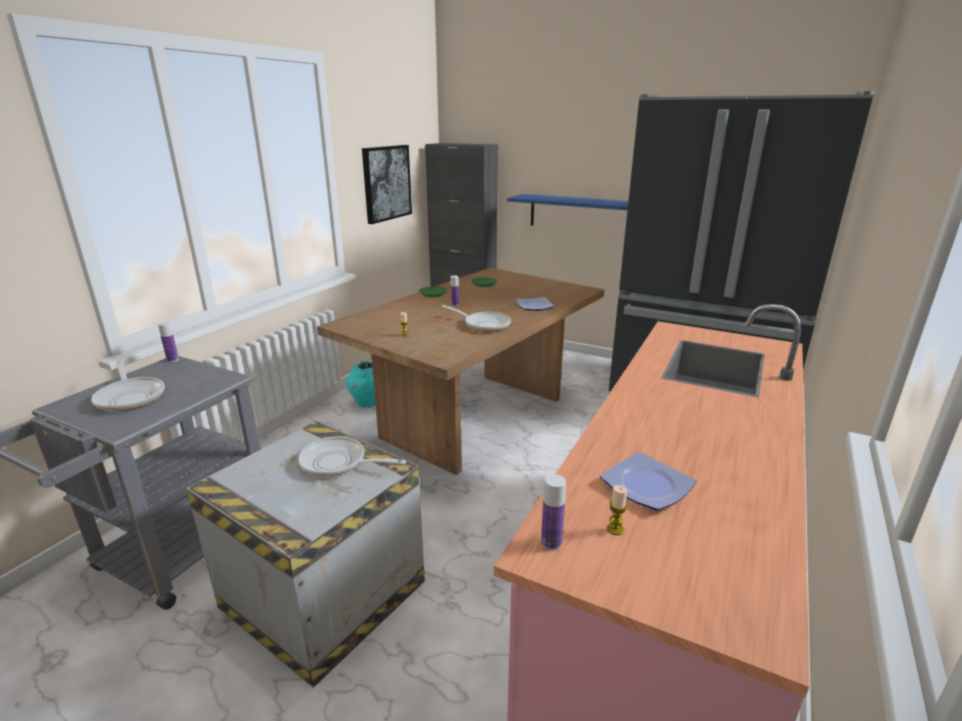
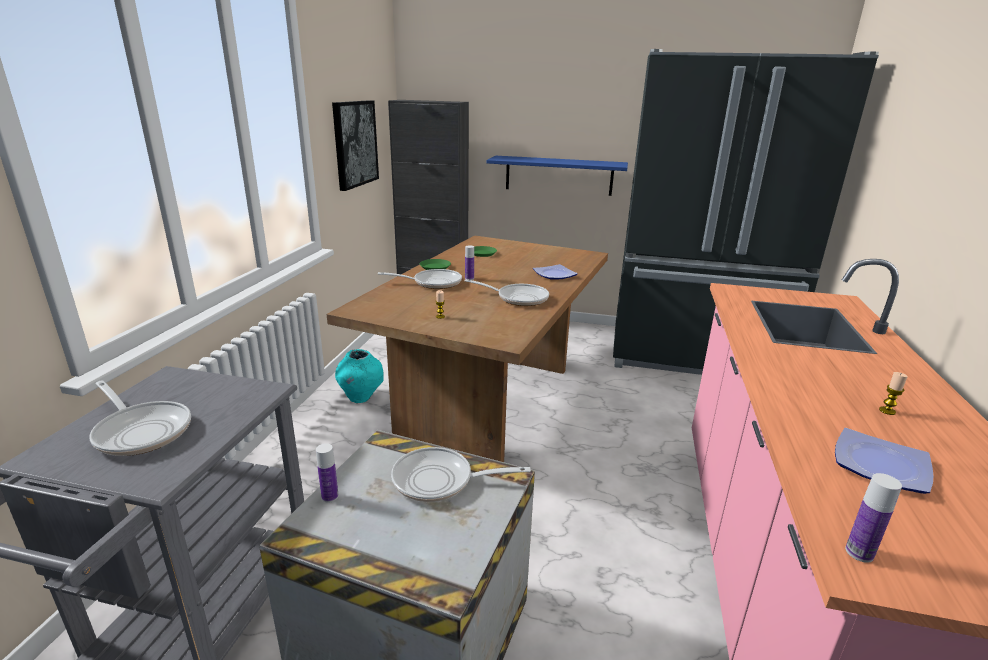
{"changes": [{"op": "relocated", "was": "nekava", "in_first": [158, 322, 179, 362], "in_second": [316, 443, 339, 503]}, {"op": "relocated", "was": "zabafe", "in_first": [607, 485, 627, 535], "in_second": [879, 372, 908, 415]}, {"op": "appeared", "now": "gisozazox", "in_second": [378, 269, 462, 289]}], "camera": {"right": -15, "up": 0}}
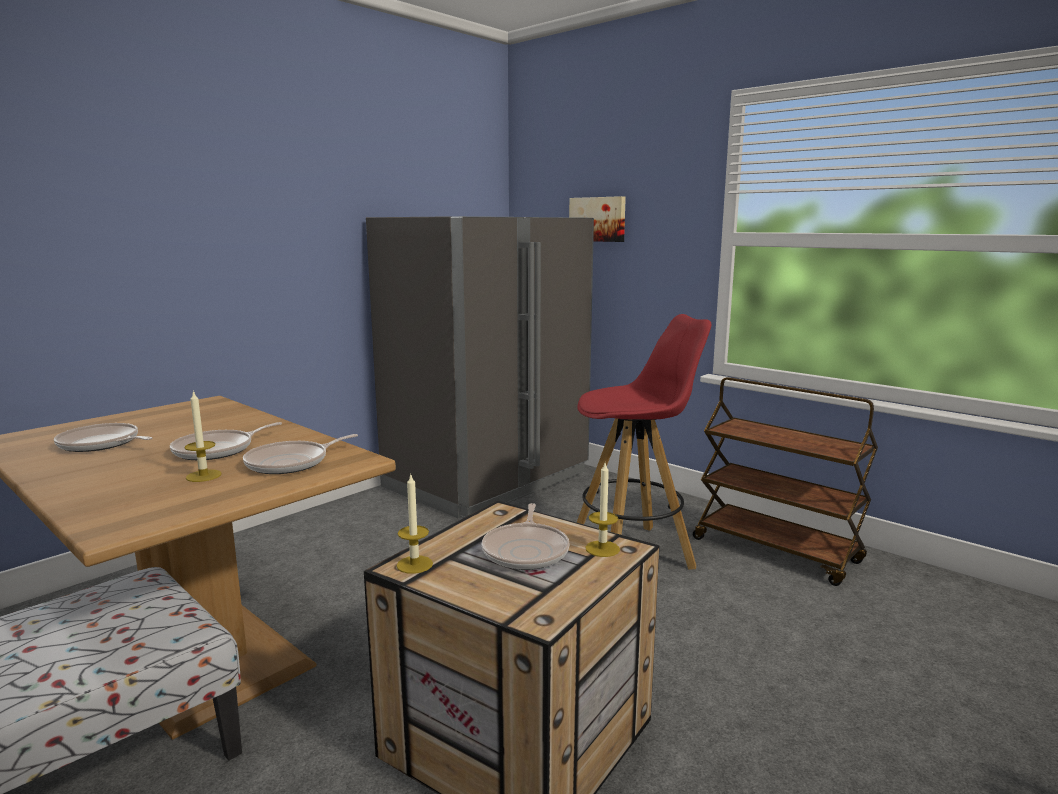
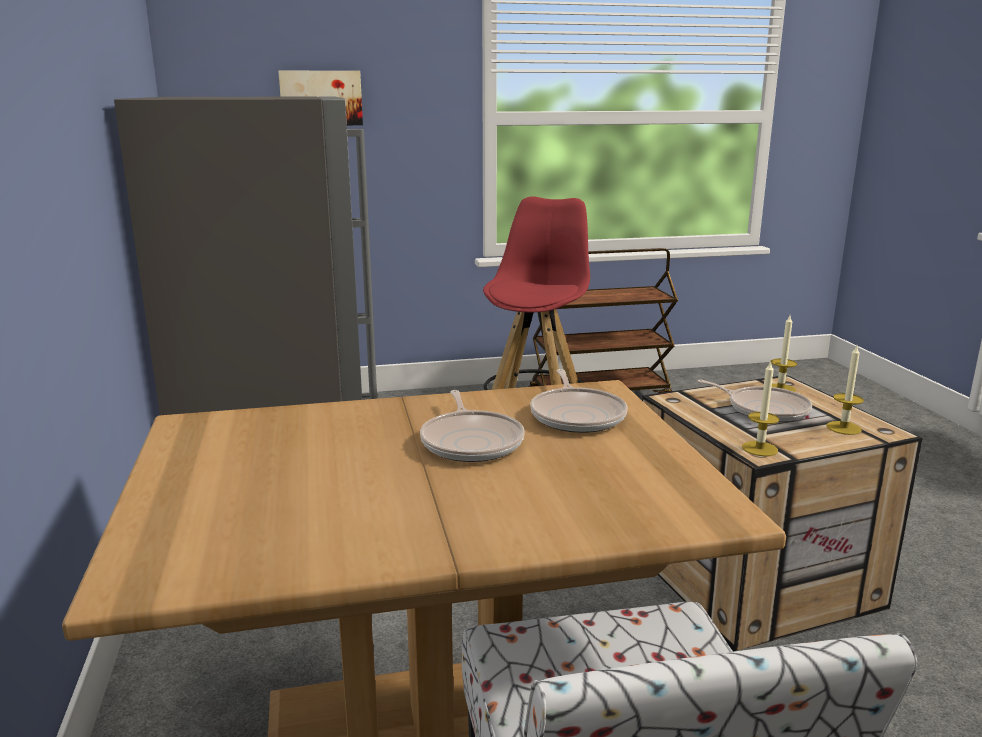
{"changes": [{"op": "missing", "was": "gisozazox", "in_first": [54, 423, 153, 452]}, {"op": "relocated", "was": "zabafe", "in_first": [185, 390, 221, 482], "in_second": [826, 346, 864, 435]}], "camera": {"right": -55, "up": 5}}
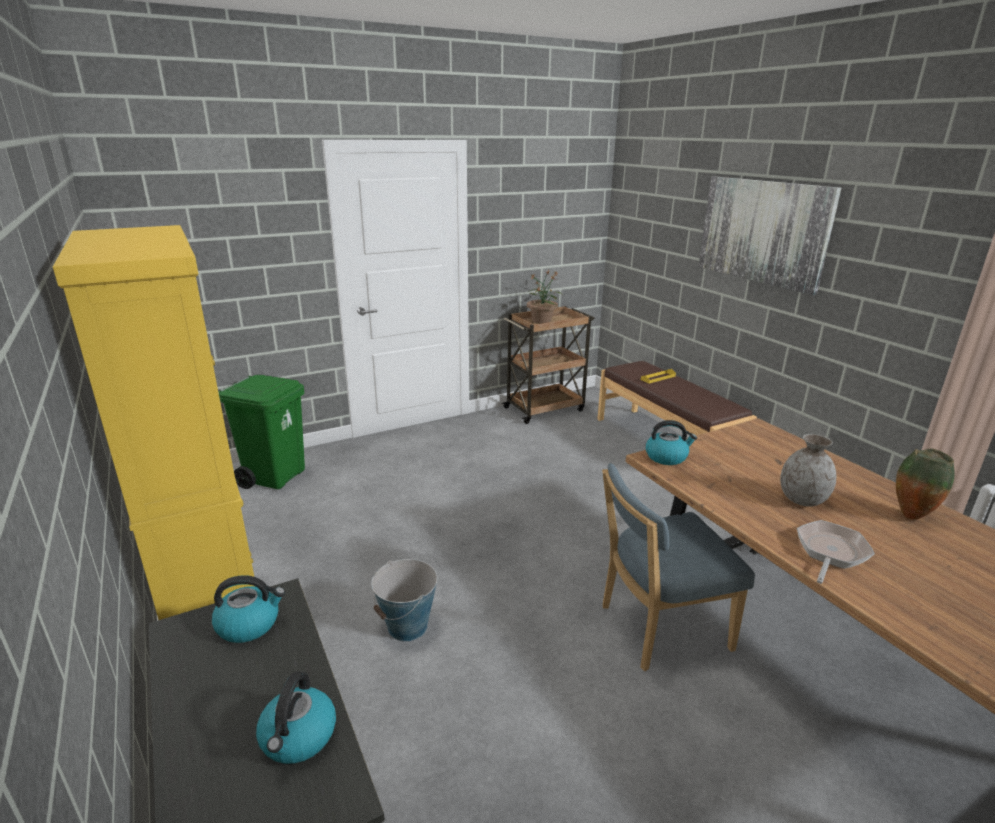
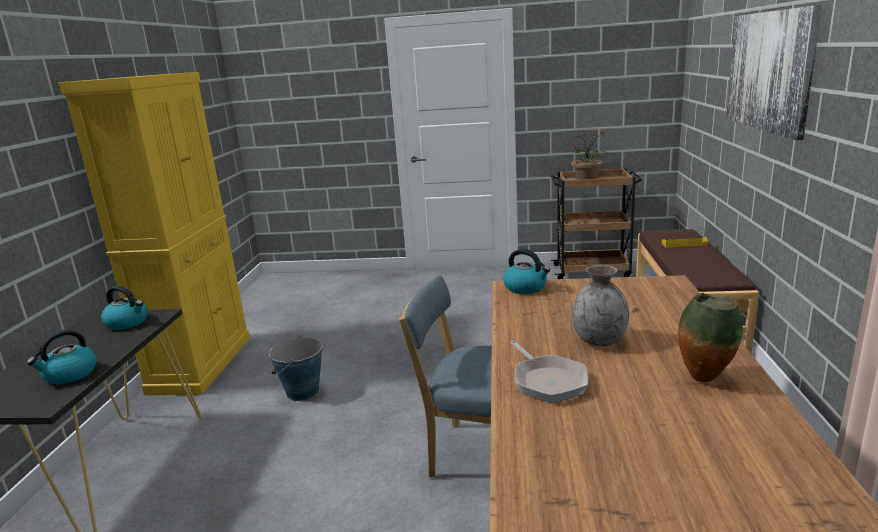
{"changes": [{"op": "missing", "was": "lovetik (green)", "in_first": [218, 375, 305, 489]}, {"op": "spun", "was": "gisozazox", "in_first": [797, 520, 875, 584], "in_second": [511, 341, 588, 403], "clockwise": 90}], "camera": {"right": 35, "up": -5}}
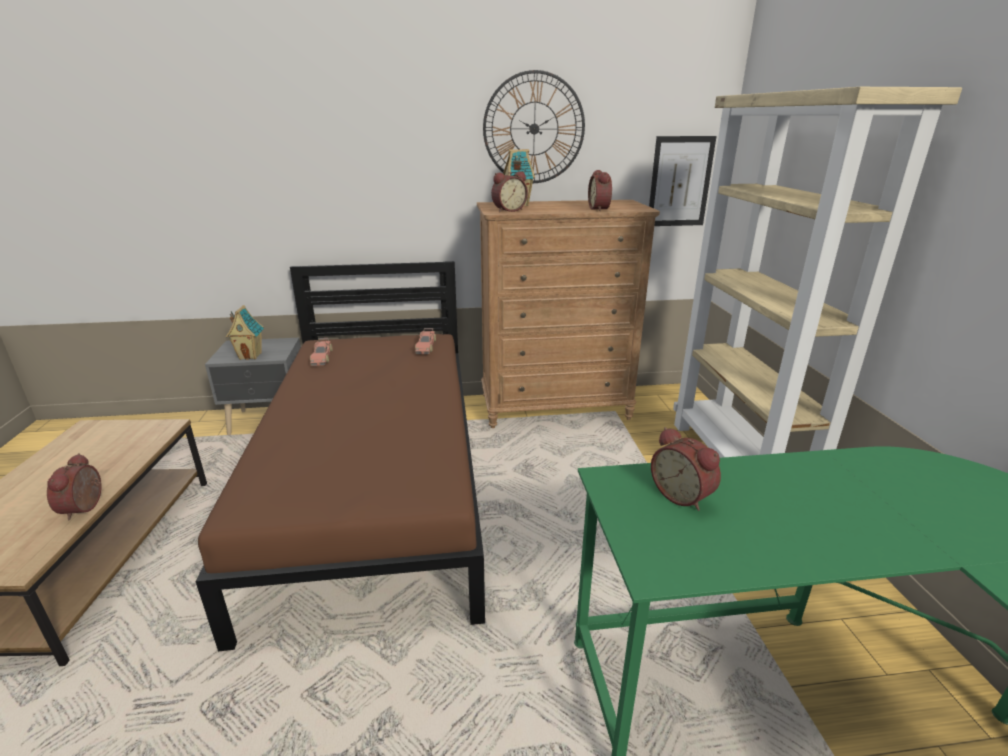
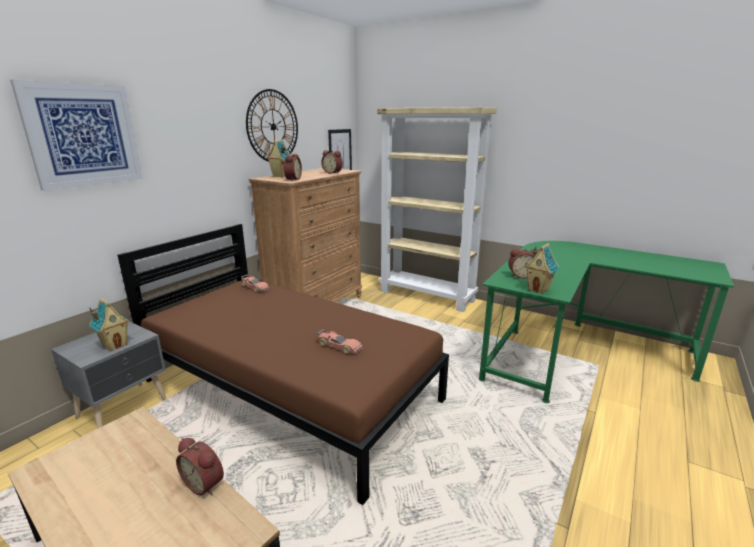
{"changes": [{"op": "relocated", "was": "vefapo", "in_first": [310, 338, 332, 366], "in_second": [317, 329, 363, 354]}, {"op": "appeared", "now": "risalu", "in_second": [10, 80, 143, 191]}, {"op": "appeared", "now": "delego", "in_second": [524, 243, 559, 294]}], "camera": {"right": -50, "up": -5}}
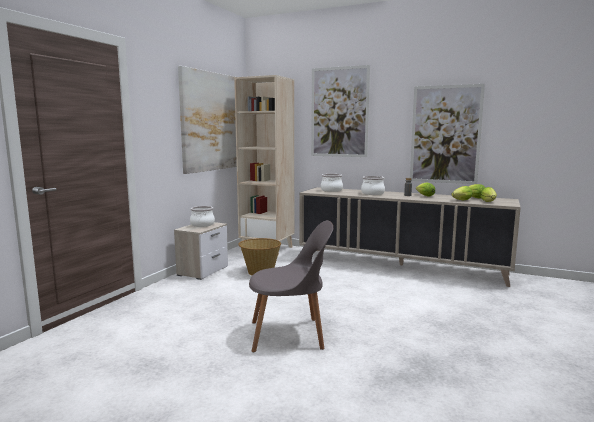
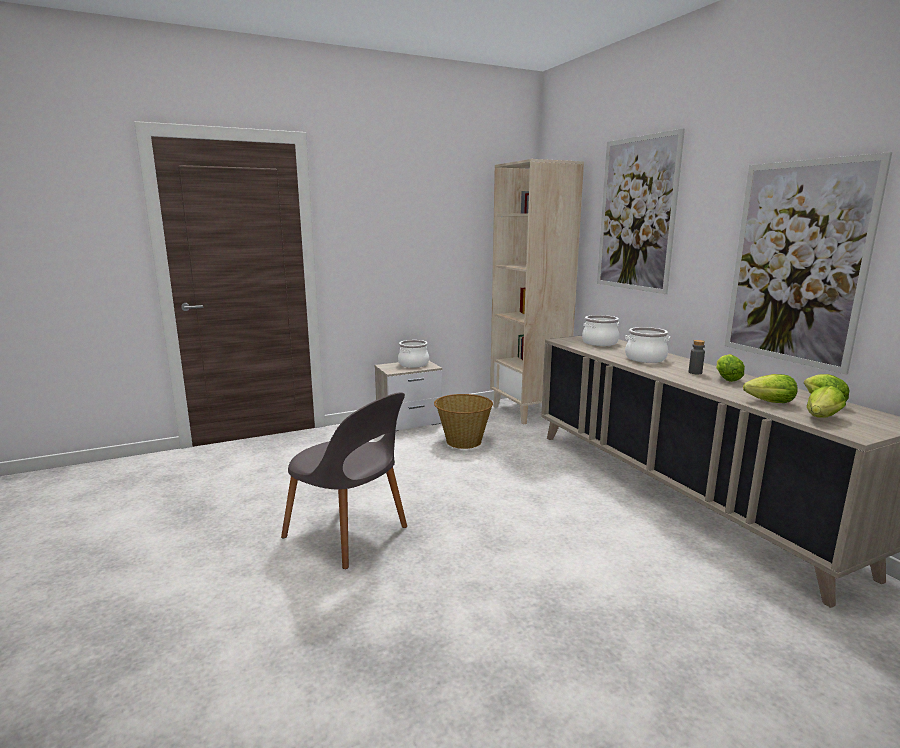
{"changes": [{"op": "missing", "was": "risalu", "in_first": [178, 66, 237, 174]}], "camera": {"right": 40, "up": 5}}
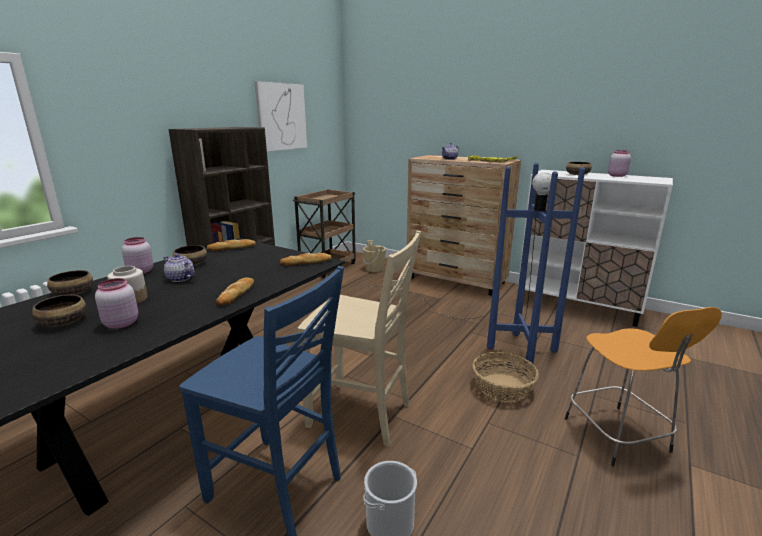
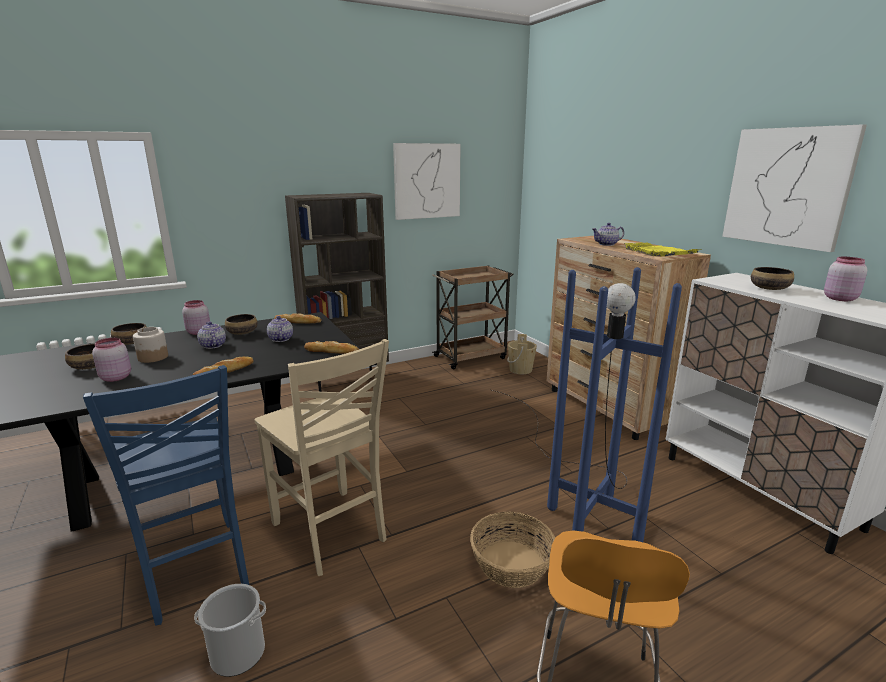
{"changes": [{"op": "appeared", "now": "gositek", "in_second": [267, 316, 293, 342]}, {"op": "appeared", "now": "risalu", "in_second": [722, 124, 867, 252]}], "camera": {"right": 30, "up": 0}}
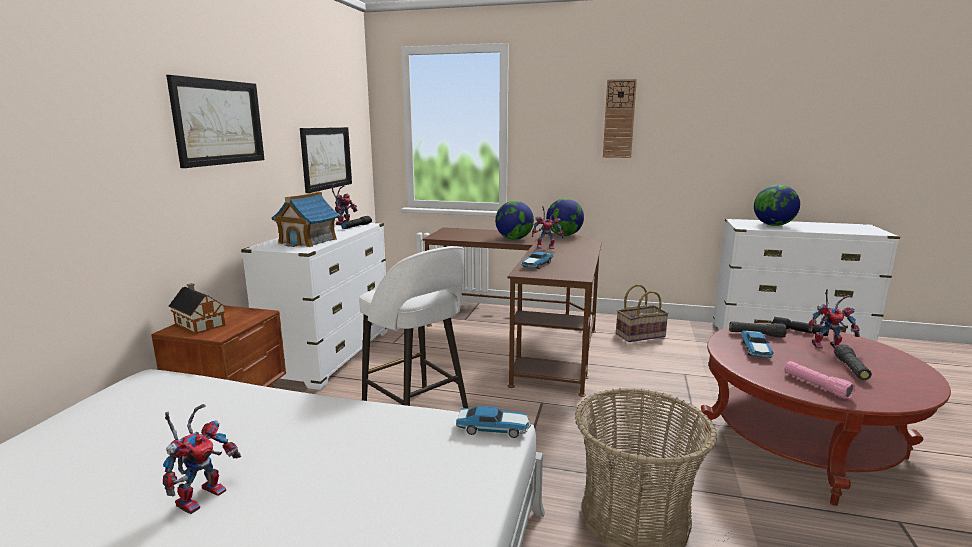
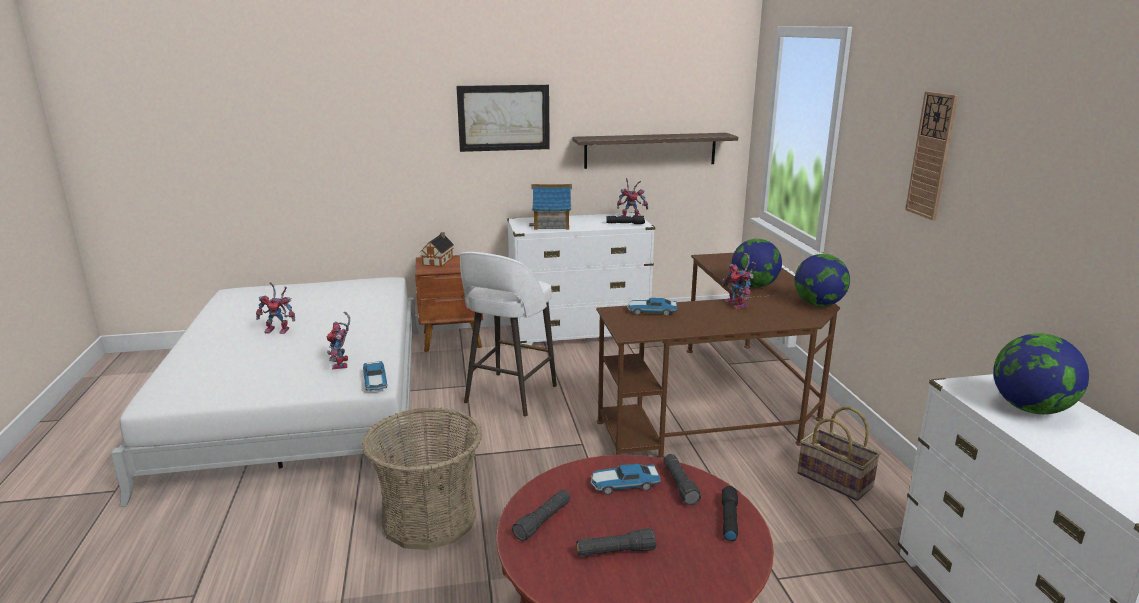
{"changes": [{"op": "exchanged", "was": "risalu", "now": "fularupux", "in_first": [300, 127, 352, 193], "in_second": [573, 133, 738, 169]}, {"op": "colour", "was": "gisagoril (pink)", "now": "gisagoril (black)", "in_first": [785, 361, 855, 399], "in_second": [512, 490, 570, 541]}, {"op": "relocated", "was": "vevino", "in_first": [808, 289, 860, 349], "in_second": [327, 312, 350, 369]}], "camera": {"right": 65, "up": 5}}
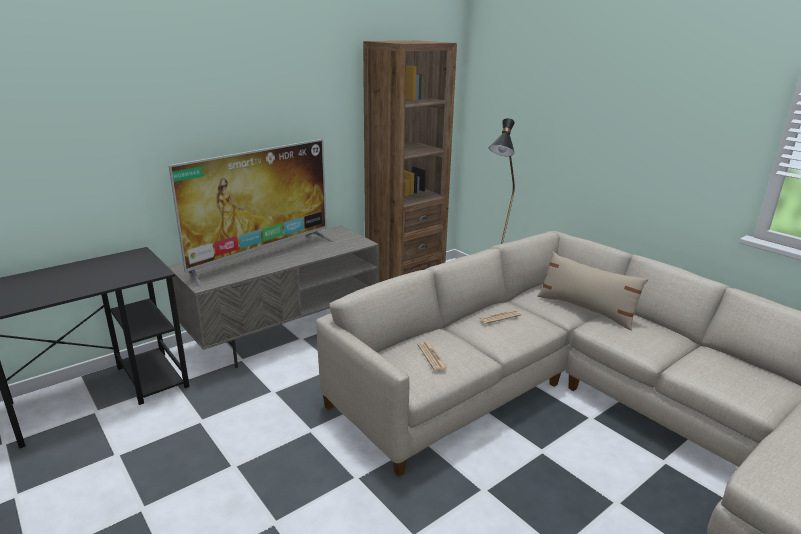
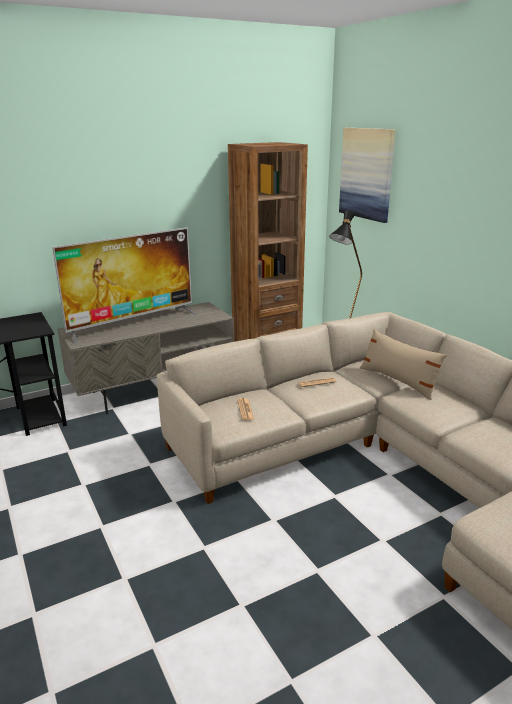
{"changes": [{"op": "appeared", "now": "risalu", "in_second": [339, 128, 396, 223]}], "camera": {"right": 10, "up": 0}}
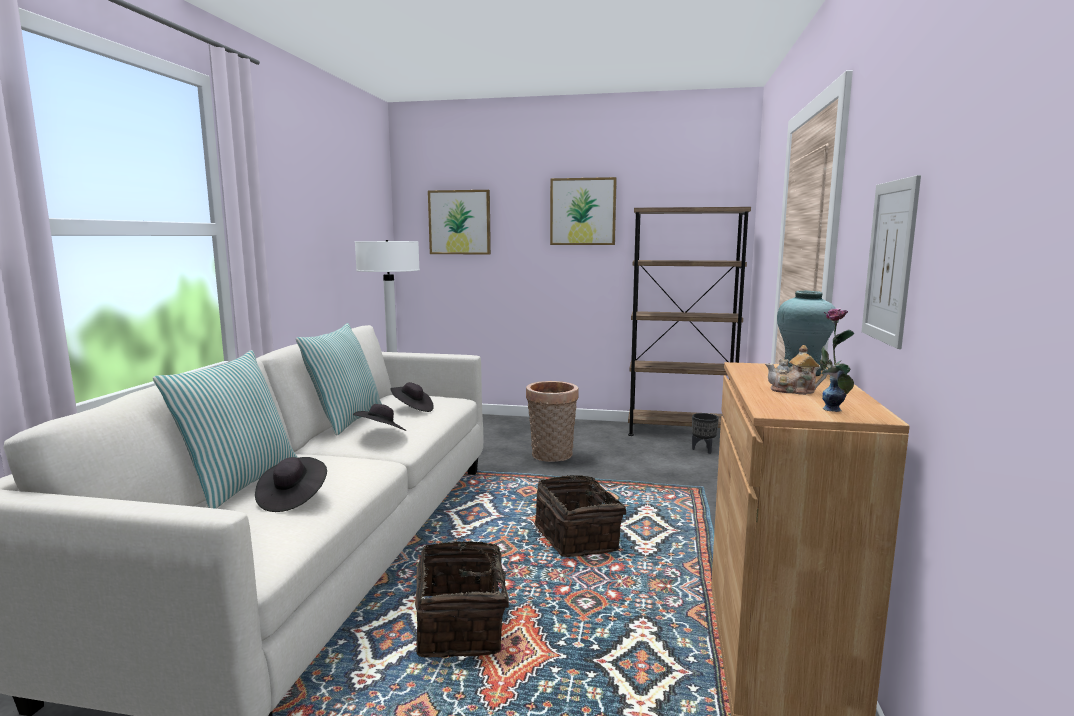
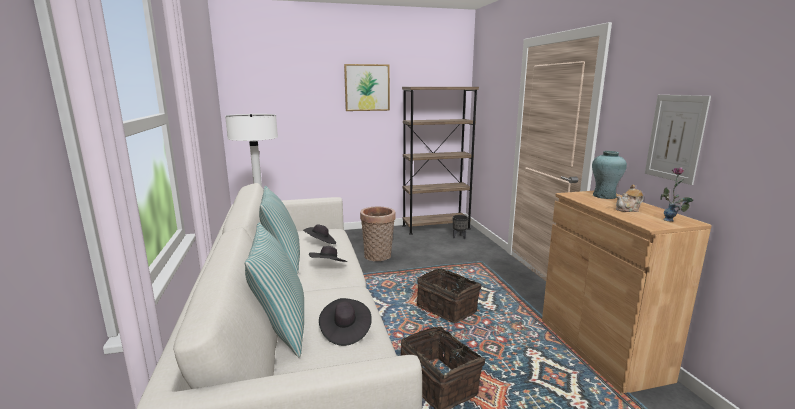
{"changes": [{"op": "missing", "was": "risalu", "in_first": [428, 190, 491, 255]}], "camera": {"right": -25, "up": 5}}
